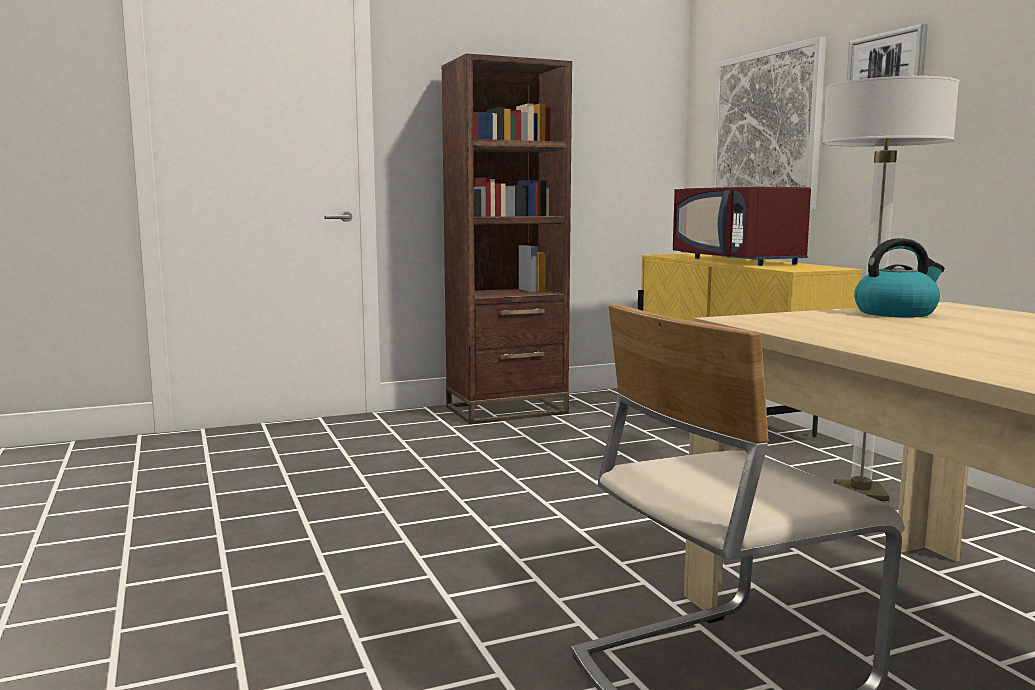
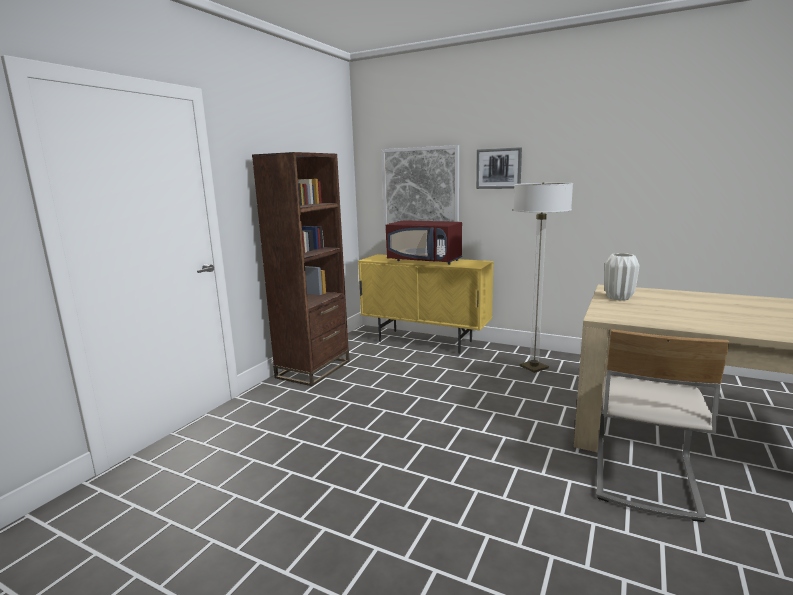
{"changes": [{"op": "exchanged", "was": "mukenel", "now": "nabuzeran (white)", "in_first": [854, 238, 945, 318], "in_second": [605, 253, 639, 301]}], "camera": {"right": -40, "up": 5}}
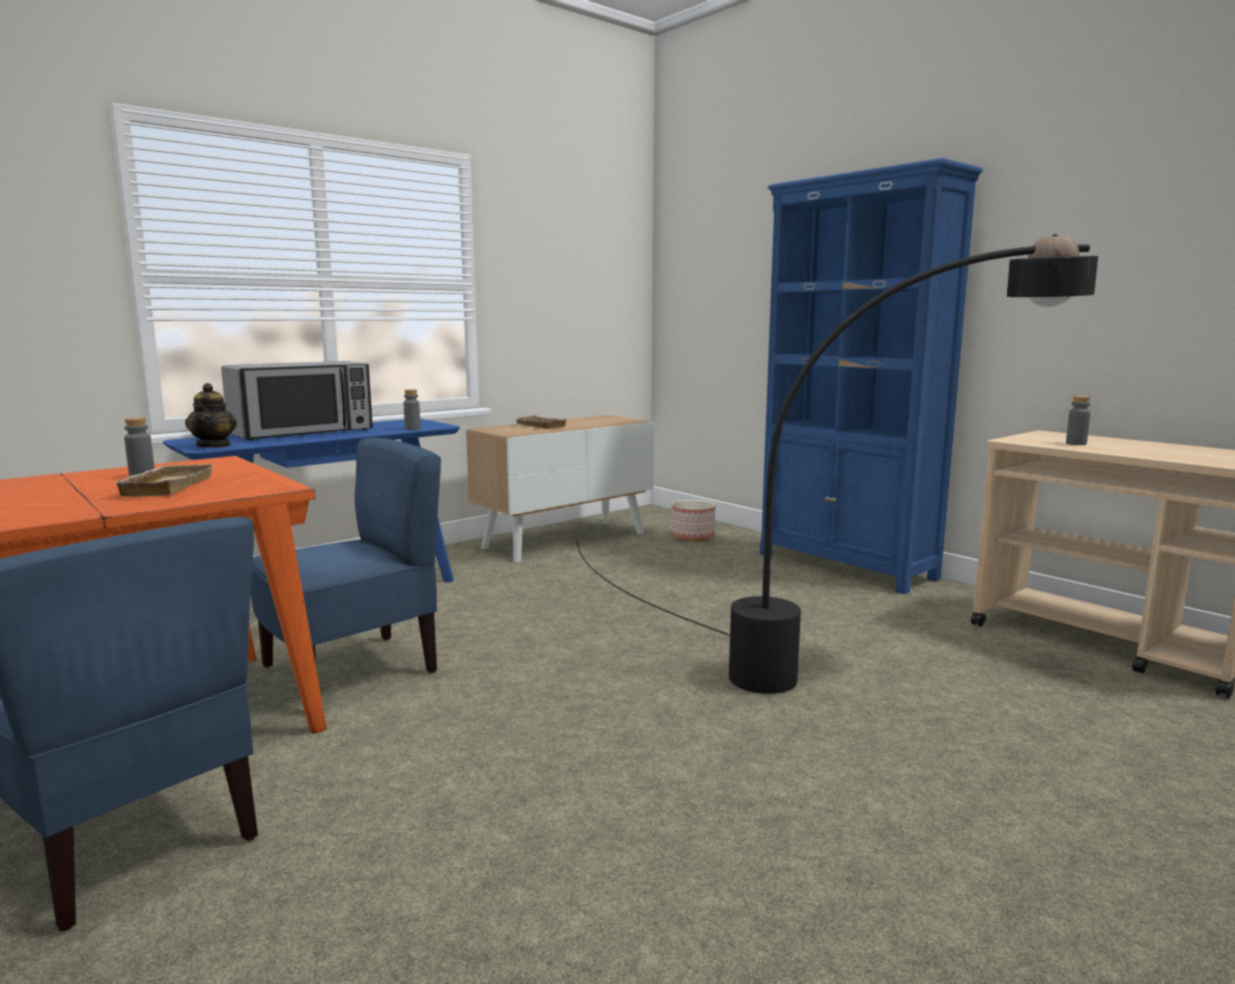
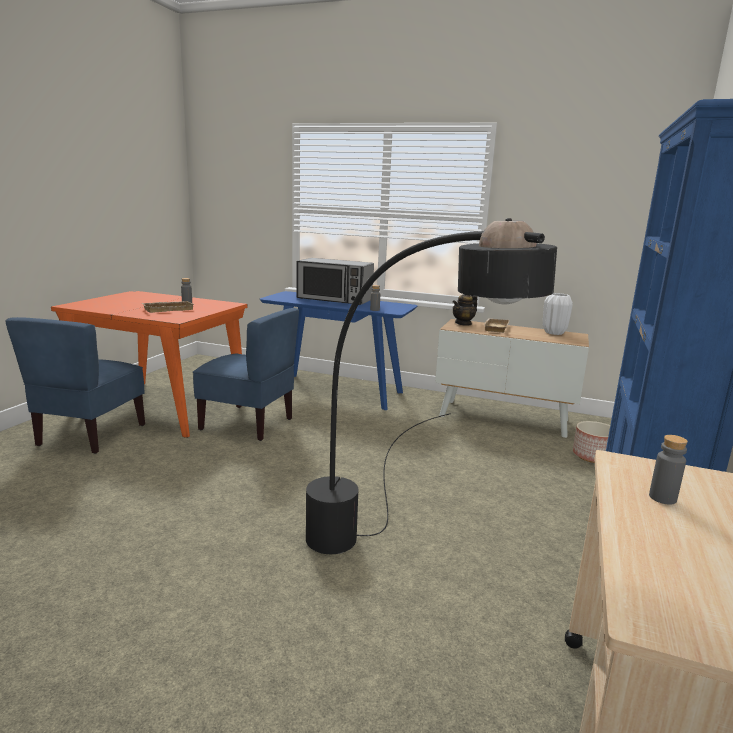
{"changes": [{"op": "relocated", "was": "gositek", "in_first": [185, 383, 237, 448], "in_second": [453, 294, 477, 326]}, {"op": "appeared", "now": "nabuzeran (white)", "in_second": [543, 293, 573, 335]}], "camera": {"right": 60, "up": 5}}
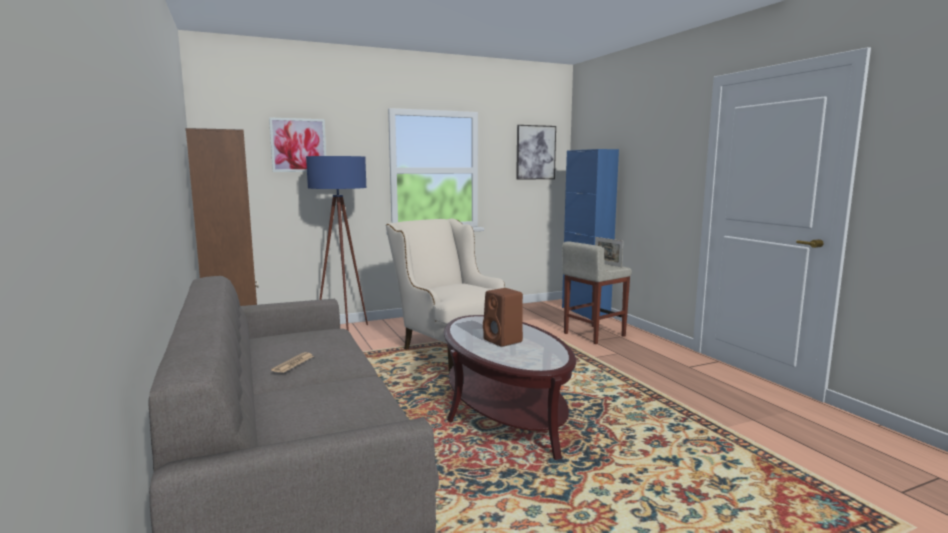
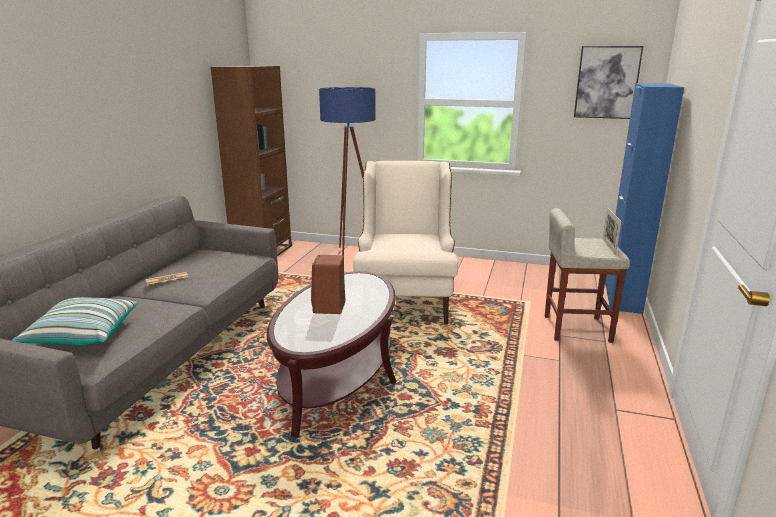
{"changes": [{"op": "missing", "was": "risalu", "in_first": [269, 117, 326, 172]}, {"op": "appeared", "now": "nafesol", "in_second": [12, 297, 137, 345]}], "camera": {"right": 40, "up": 10}}
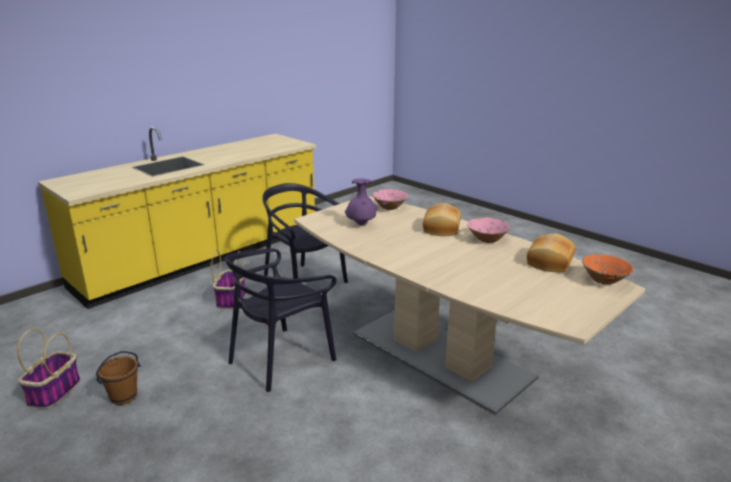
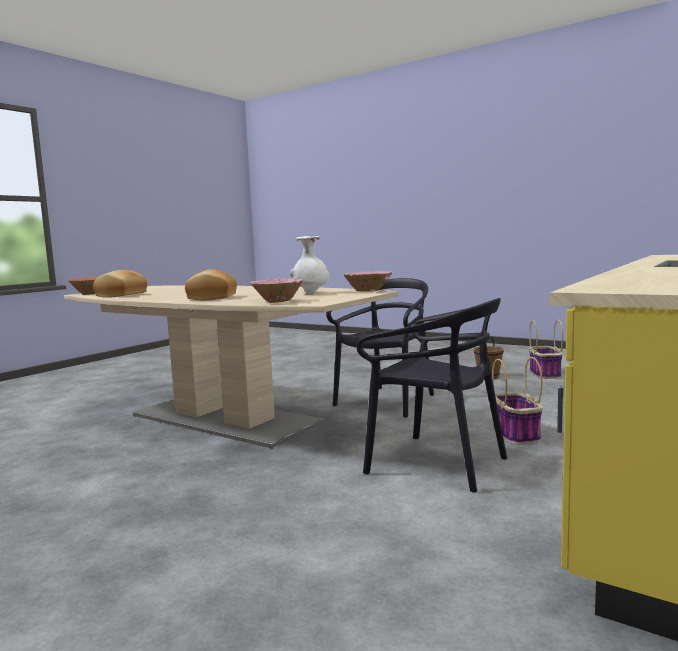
{"changes": [{"op": "colour", "was": "nabuzeran (purple)", "now": "nabuzeran (white)", "in_first": [345, 178, 378, 225], "in_second": [290, 236, 330, 294]}, {"op": "relocated", "was": "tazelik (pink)", "in_first": [467, 217, 510, 243], "in_second": [344, 271, 392, 292]}], "camera": {"right": 170, "up": -15}}
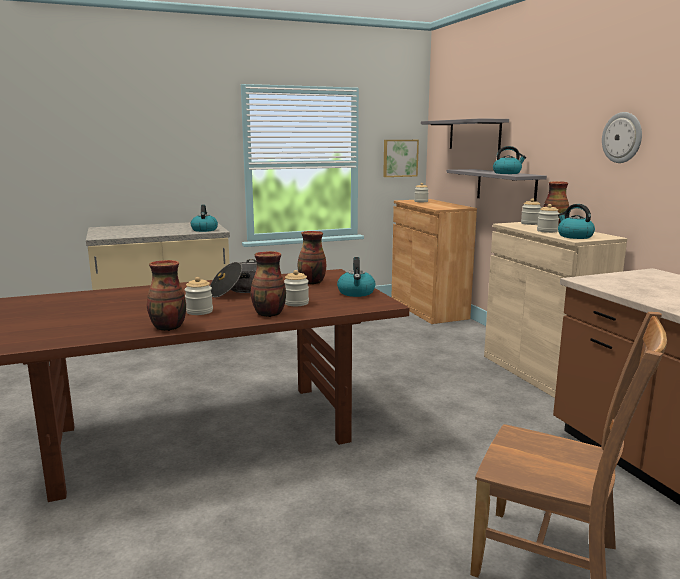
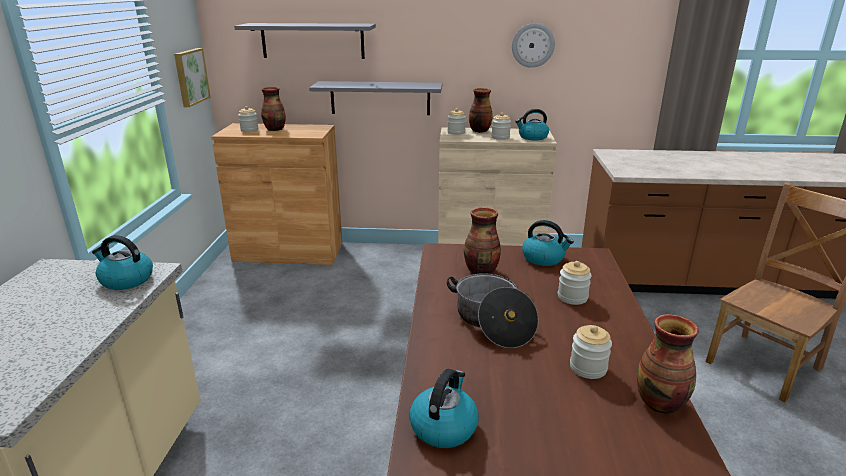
{"changes": [{"op": "relocated", "was": "nabuzeran", "in_first": [251, 251, 286, 317], "in_second": [261, 87, 286, 131]}, {"op": "relocated", "was": "mukenel", "in_first": [493, 146, 526, 174], "in_second": [409, 369, 479, 448]}], "camera": {"right": -65, "up": 10}}
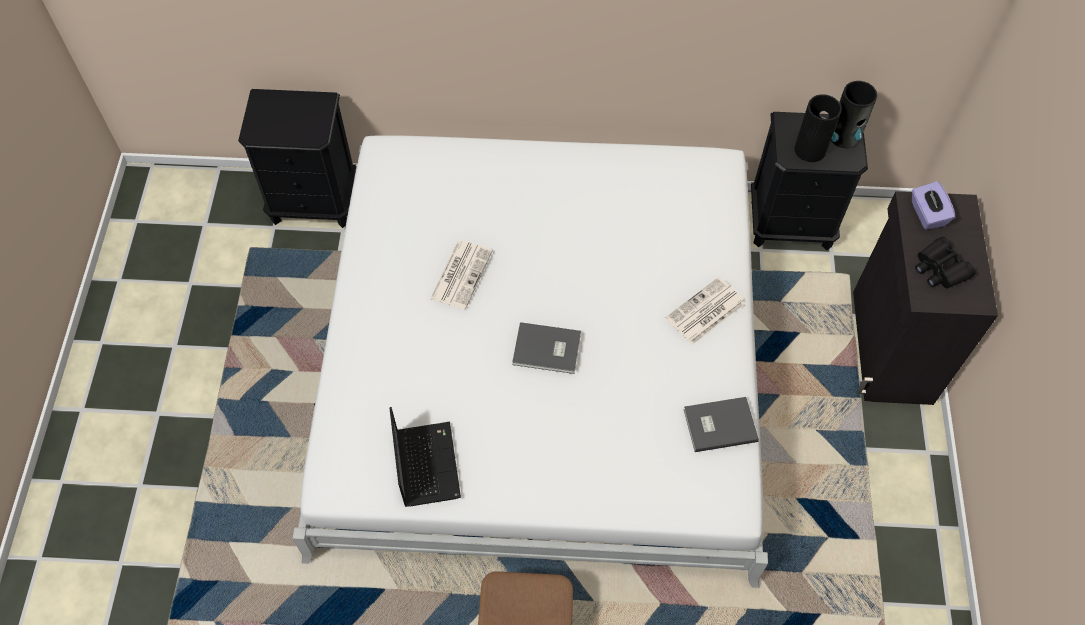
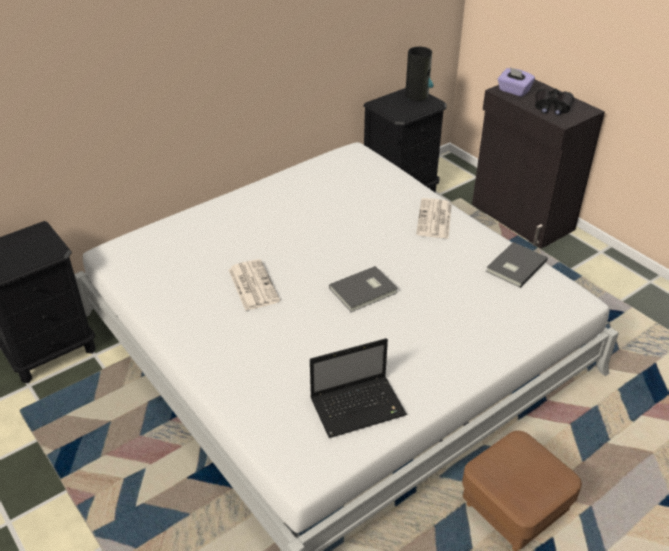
{"changes": [{"op": "spun", "was": "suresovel", "in_first": [390, 407, 461, 507], "in_second": [310, 338, 407, 438], "clockwise": 120}, {"op": "missing", "was": "nabuzeran", "in_first": [794, 94, 842, 162]}], "camera": {"right": -40, "up": -20}}
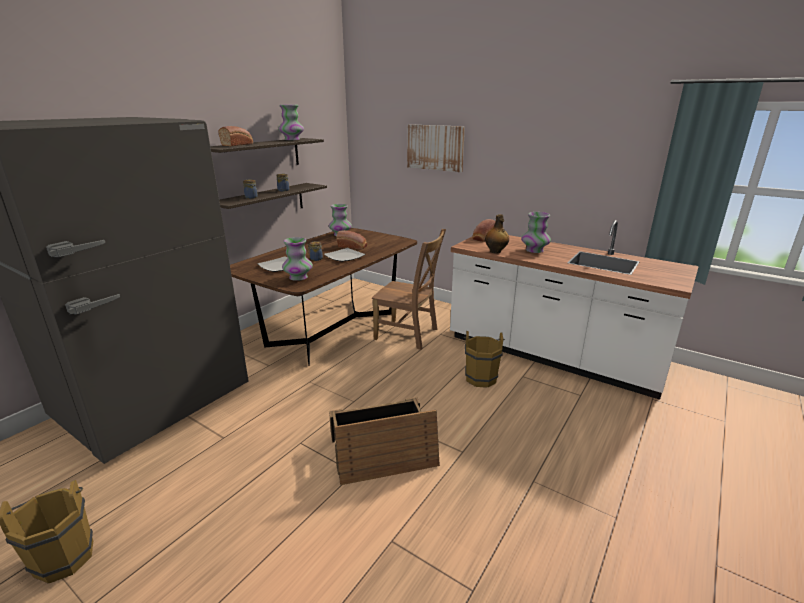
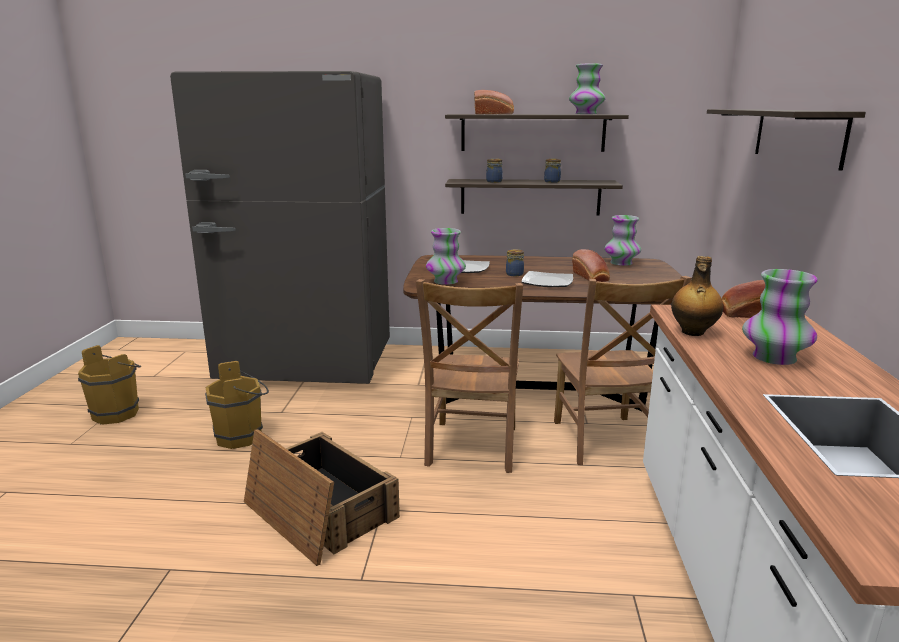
{"changes": [{"op": "exchanged", "was": "risalu", "now": "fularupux", "in_first": [407, 124, 465, 172], "in_second": [707, 109, 866, 171]}, {"op": "relocated", "was": "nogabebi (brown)", "in_first": [464, 331, 505, 388], "in_second": [205, 361, 269, 449]}, {"op": "appeared", "now": "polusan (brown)", "in_second": [416, 279, 523, 473]}], "camera": {"right": 60, "up": -5}}
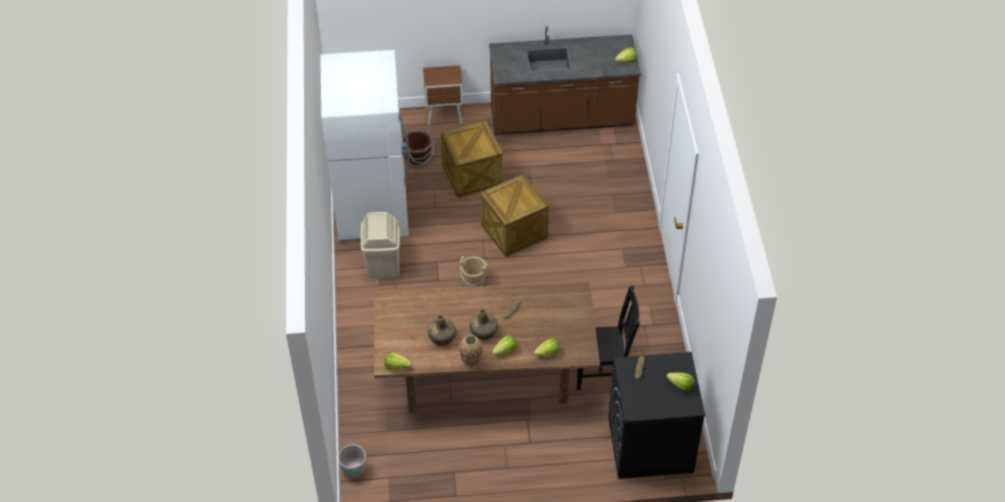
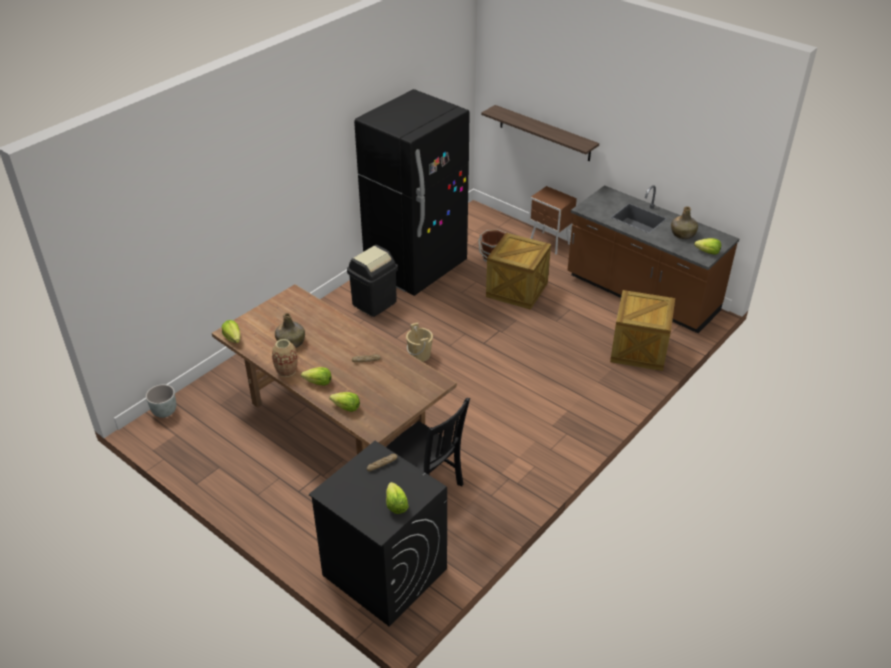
{"changes": [{"op": "colour", "was": "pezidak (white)", "now": "pezidak (black)", "in_first": [320, 50, 410, 241], "in_second": [354, 89, 470, 296]}, {"op": "colour", "was": "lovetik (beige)", "now": "lovetik (black)", "in_first": [361, 212, 400, 278], "in_second": [347, 245, 398, 317]}, {"op": "relocated", "was": "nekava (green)", "in_first": [469, 309, 498, 340], "in_second": [671, 206, 698, 239]}, {"op": "relocated", "was": "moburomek", "in_first": [480, 174, 549, 257], "in_second": [610, 290, 675, 371]}, {"op": "appeared", "now": "fularupux", "in_second": [481, 105, 599, 161]}], "camera": {"right": 45, "up": -10}}
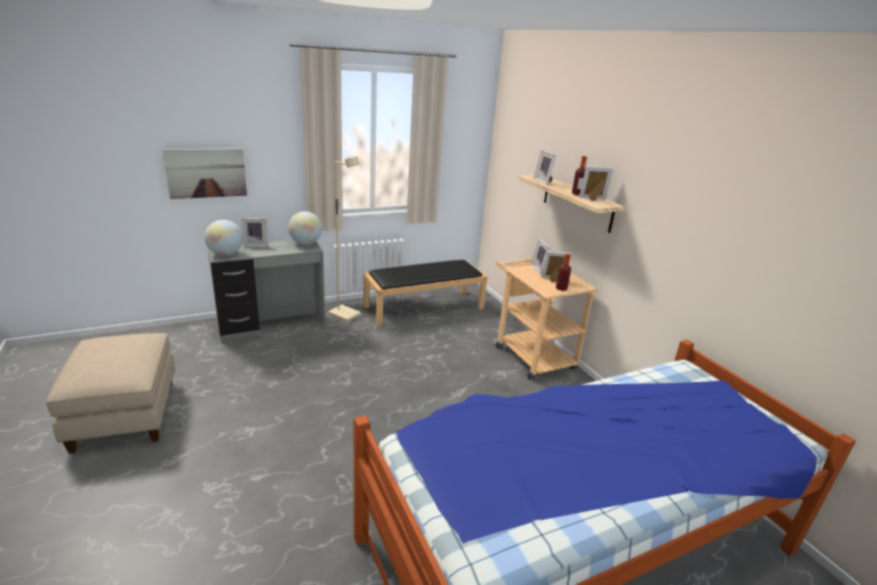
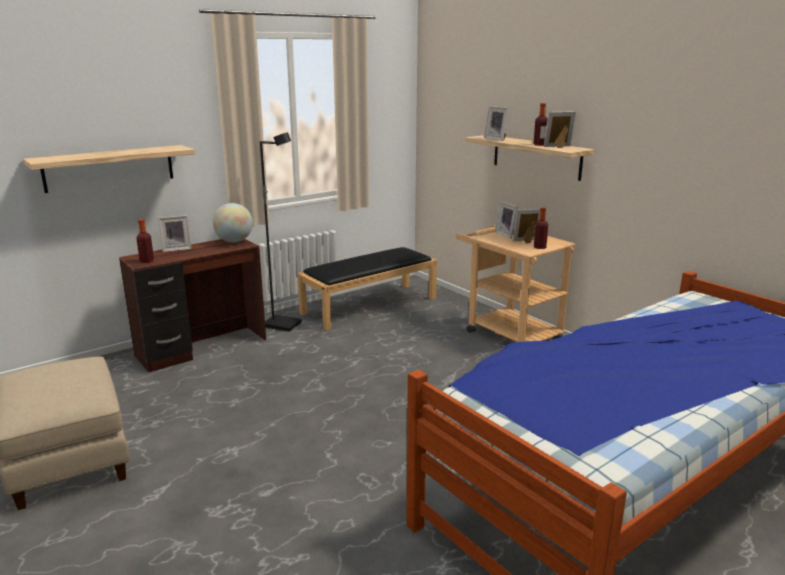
{"changes": [{"op": "exchanged", "was": "risalu", "now": "fularupux", "in_first": [163, 148, 247, 199], "in_second": [23, 145, 195, 193]}, {"op": "exchanged", "was": "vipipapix", "now": "nekava", "in_first": [204, 220, 243, 256], "in_second": [136, 219, 154, 263]}, {"op": "colour", "was": "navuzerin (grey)", "now": "navuzerin (brown)", "in_first": [208, 240, 325, 343], "in_second": [119, 239, 266, 373]}, {"op": "colour", "was": "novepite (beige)", "now": "novepite (black)", "in_first": [328, 157, 361, 322], "in_second": [260, 132, 302, 332]}], "camera": {"right": -10, "up": -5}}
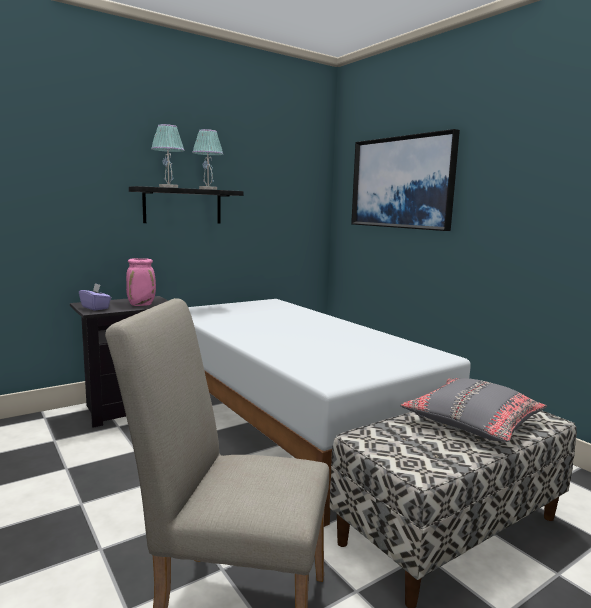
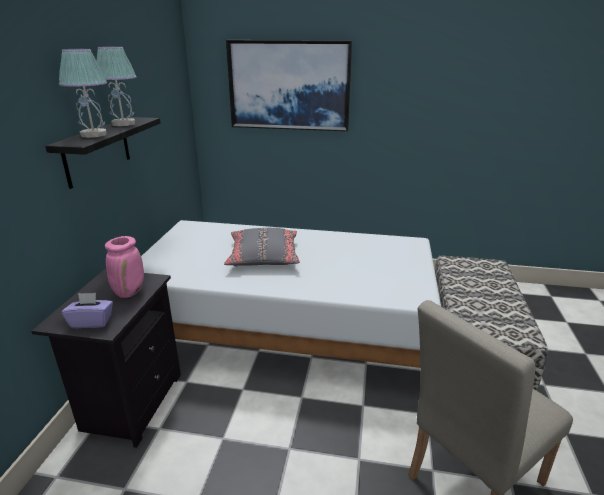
{"changes": [{"op": "relocated", "was": "nafesol (grey)", "in_first": [400, 378, 547, 442], "in_second": [224, 228, 300, 267]}], "camera": {"right": -45, "up": 15}}
